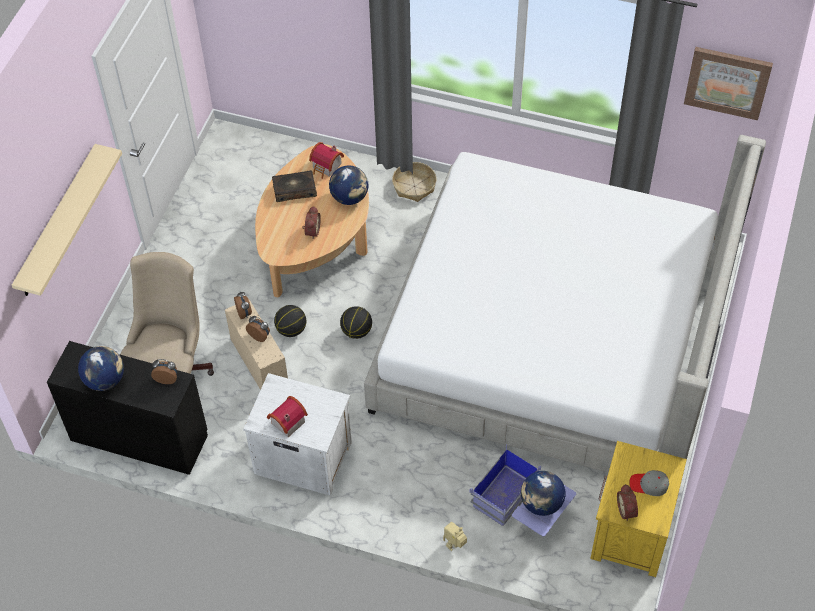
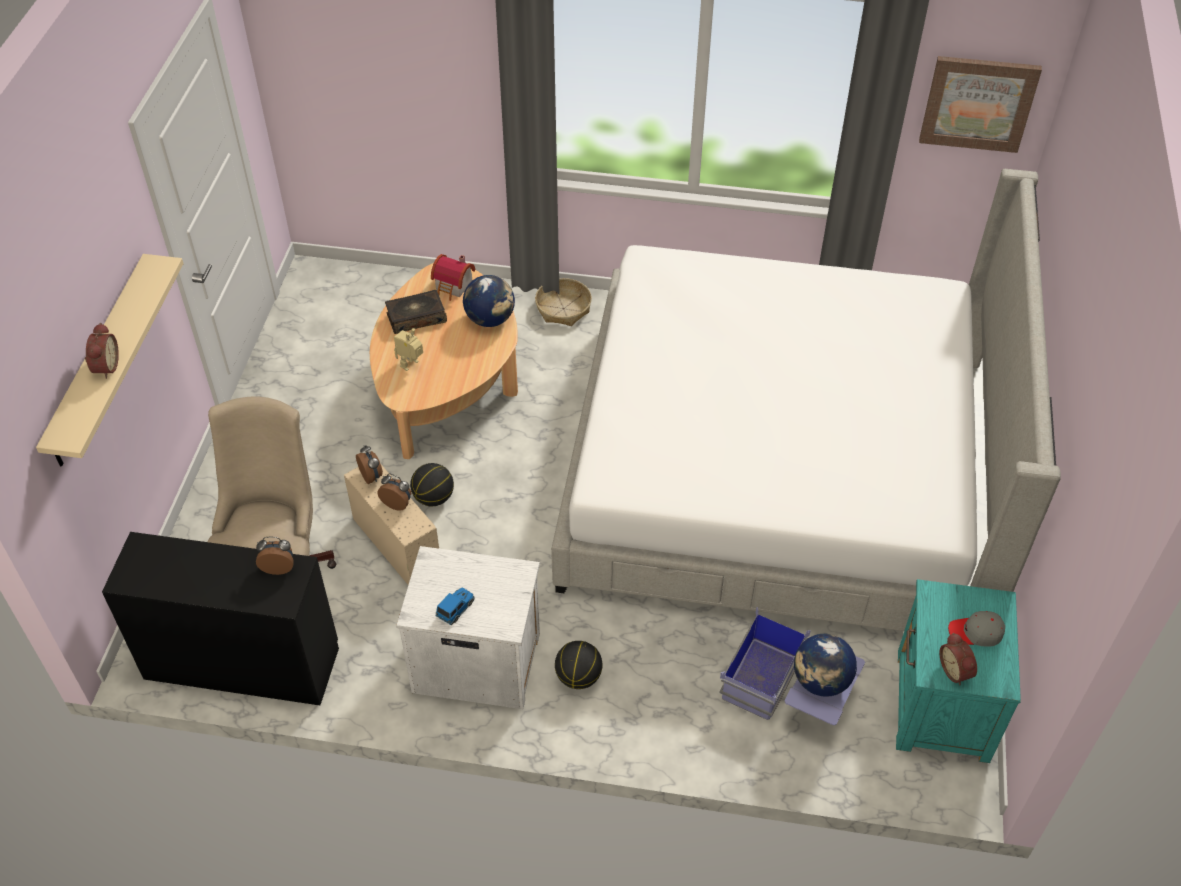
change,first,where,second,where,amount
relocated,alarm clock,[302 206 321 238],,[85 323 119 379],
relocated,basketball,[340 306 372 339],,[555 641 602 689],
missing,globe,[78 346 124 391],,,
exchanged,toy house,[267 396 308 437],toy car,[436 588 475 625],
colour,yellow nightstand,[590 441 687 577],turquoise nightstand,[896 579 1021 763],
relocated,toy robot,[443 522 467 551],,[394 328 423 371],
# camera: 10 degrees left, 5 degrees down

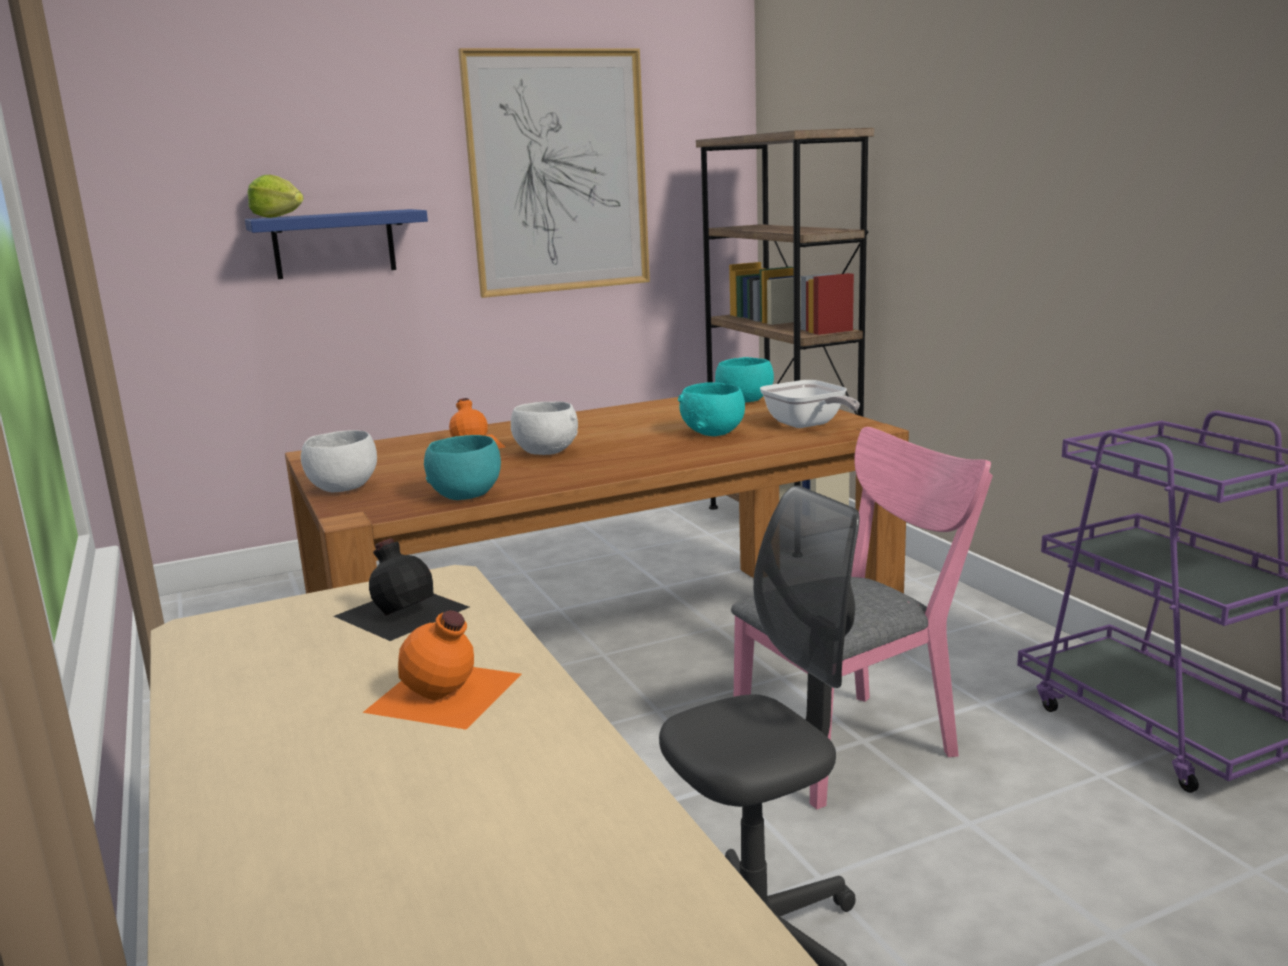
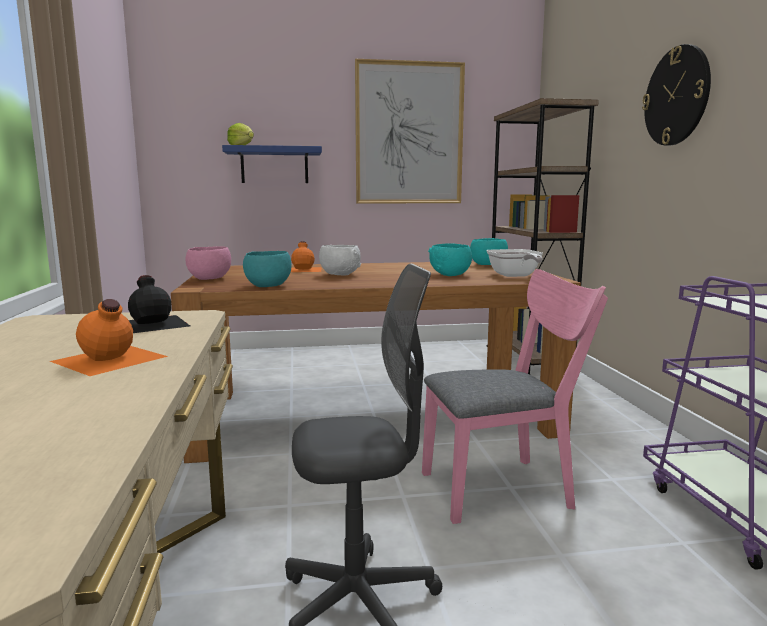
change,first,where,second,where,amount
colour,white bowl,[301 430 377 493],pink bowl,[185 246 231 280],
appeared,,,wall clock,[642 44 711 146],
# camera: 15 degrees right, 5 degrees down

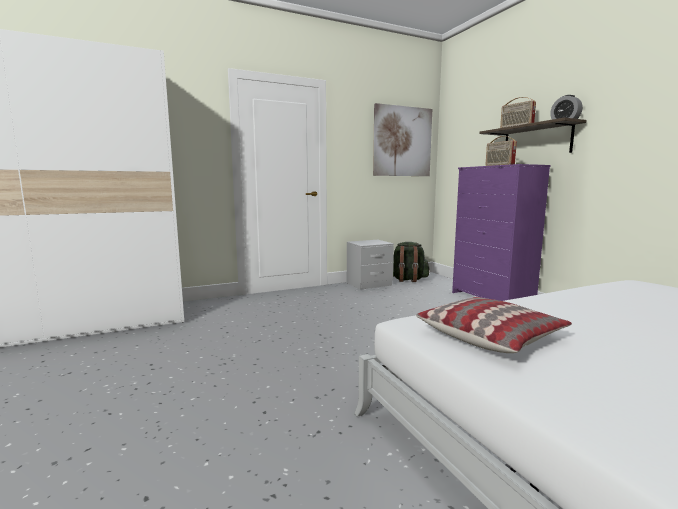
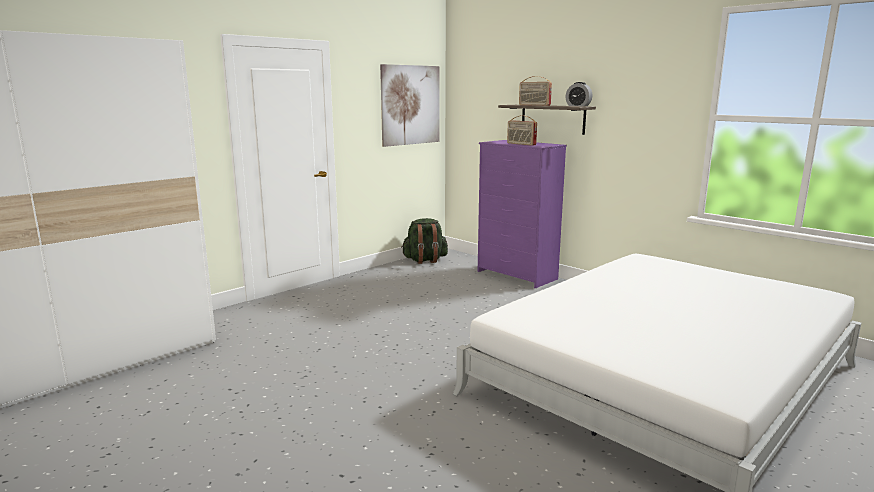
change,first,where,second,where,amount
missing,grey nightstand,[347 240 394 290],,,
missing,pillow,[416 297 572 353],,,
# camera: 20 degrees left, 5 degrees up

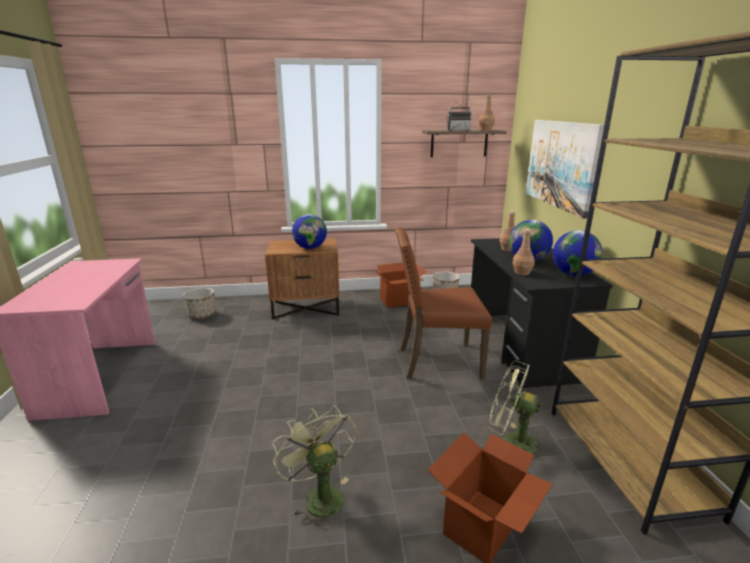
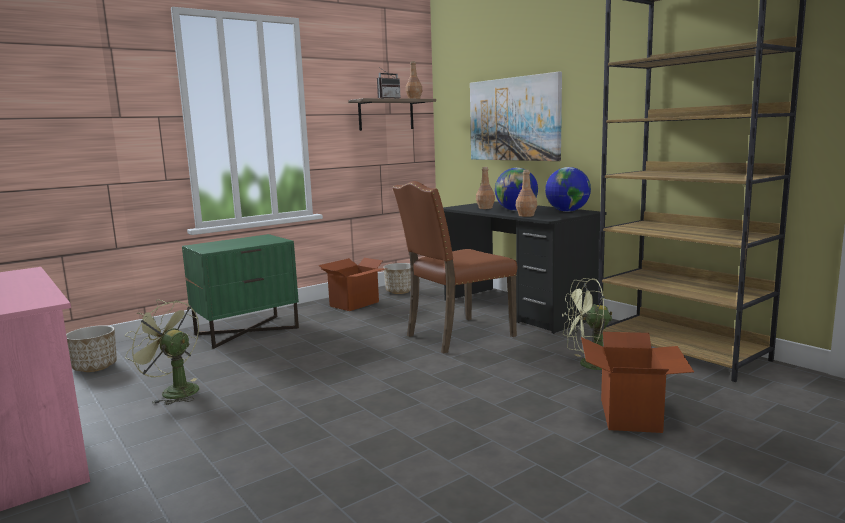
change,first,where,second,where,amount
missing,globe,[292 214 327 249],,,
colour,brown nightstand,[265 238 339 319],green nightstand,[182 234 299 349],
relocated,green fan,[272 405 356 530],,[124 300 199 405],
# camera: 30 degrees left, 10 degrees down

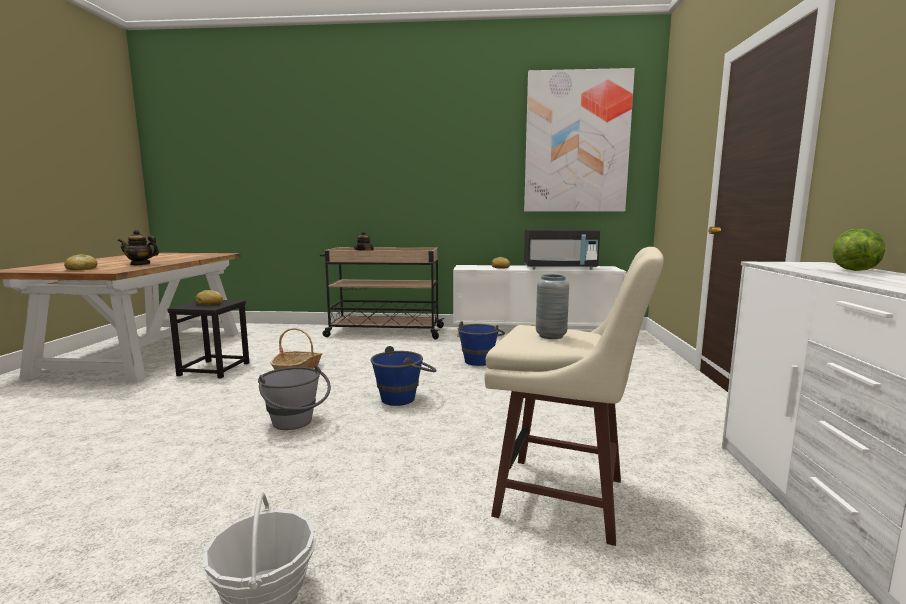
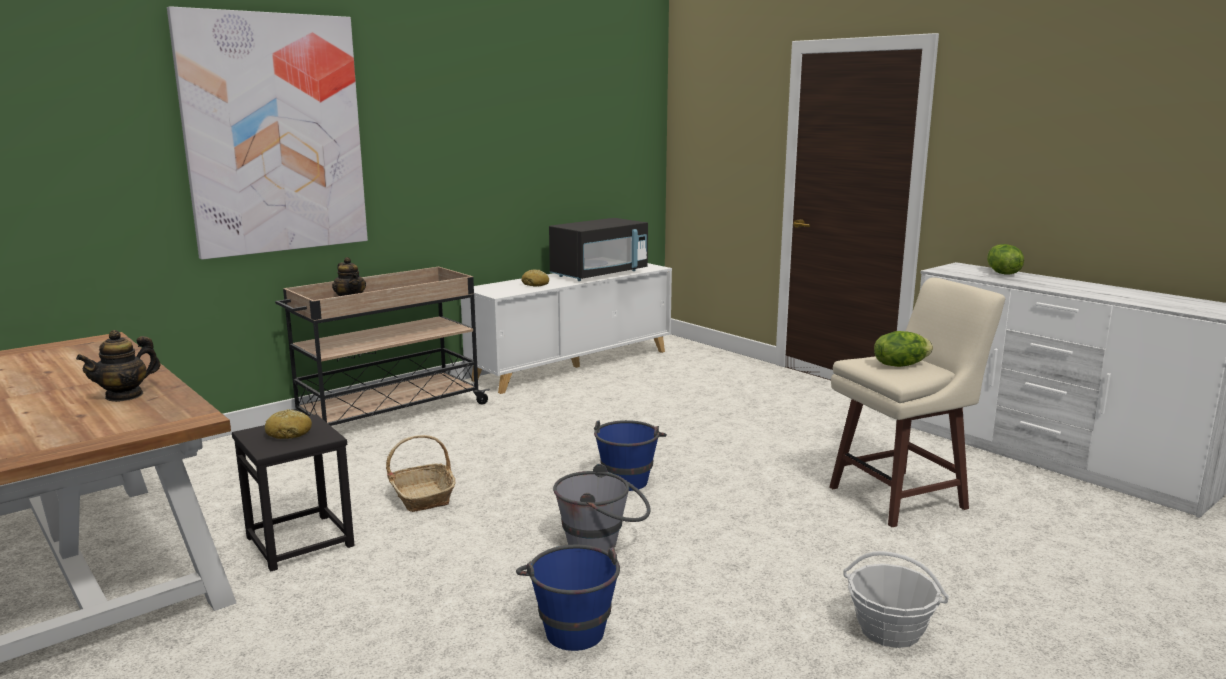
change,first,where,second,where,amount
relocated,picture,[524 68 635 211],,[167 6 368 260],
missing,bread,[64 254 98 270],,,
exchanged,grey vase,[536 274 569 339],lettuce,[874 331 933 367],
relocated,blue bucket,[458 321 505 366],,[516 545 620 651],
# camera: 45 degrees left, 5 degrees up

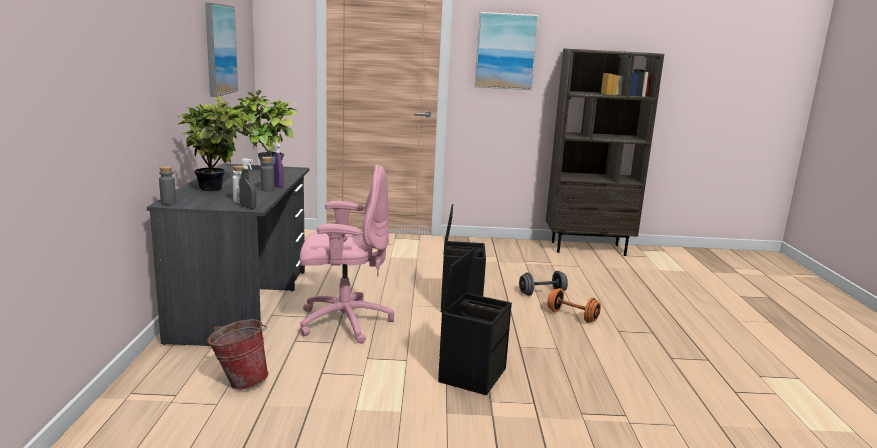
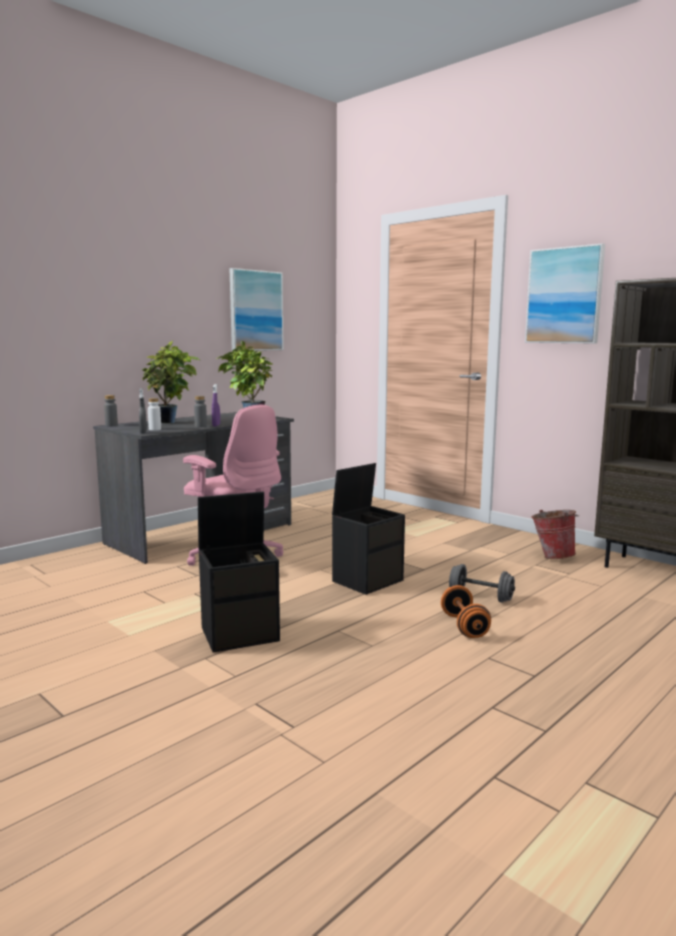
change,first,where,second,where,amount
relocated,bucket,[207 319 269 390],,[532 510 579 559],
# camera: 45 degrees right, 5 degrees down

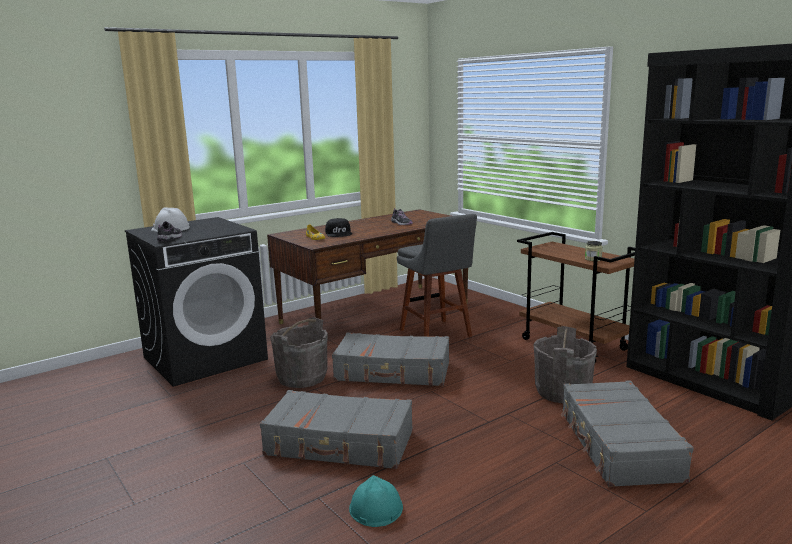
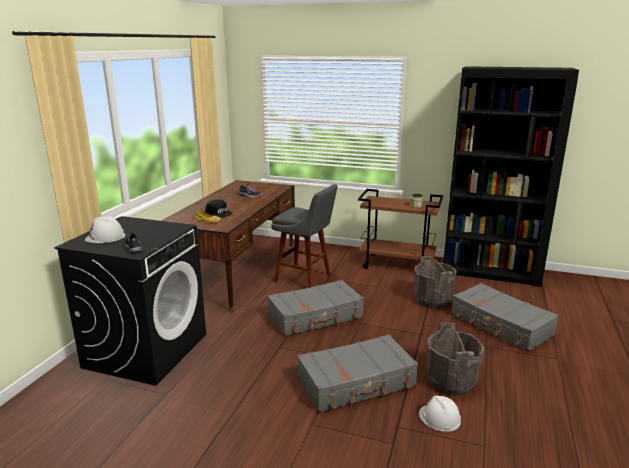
change,first,where,second,where,amount
relocated,grey bucket,[270 317 328 388],,[427 322 484 396],
colour,turquoise hard hat,[349 475 403 527],white hard hat,[419 395 461 432],
# camera: 35 degrees left, 5 degrees up

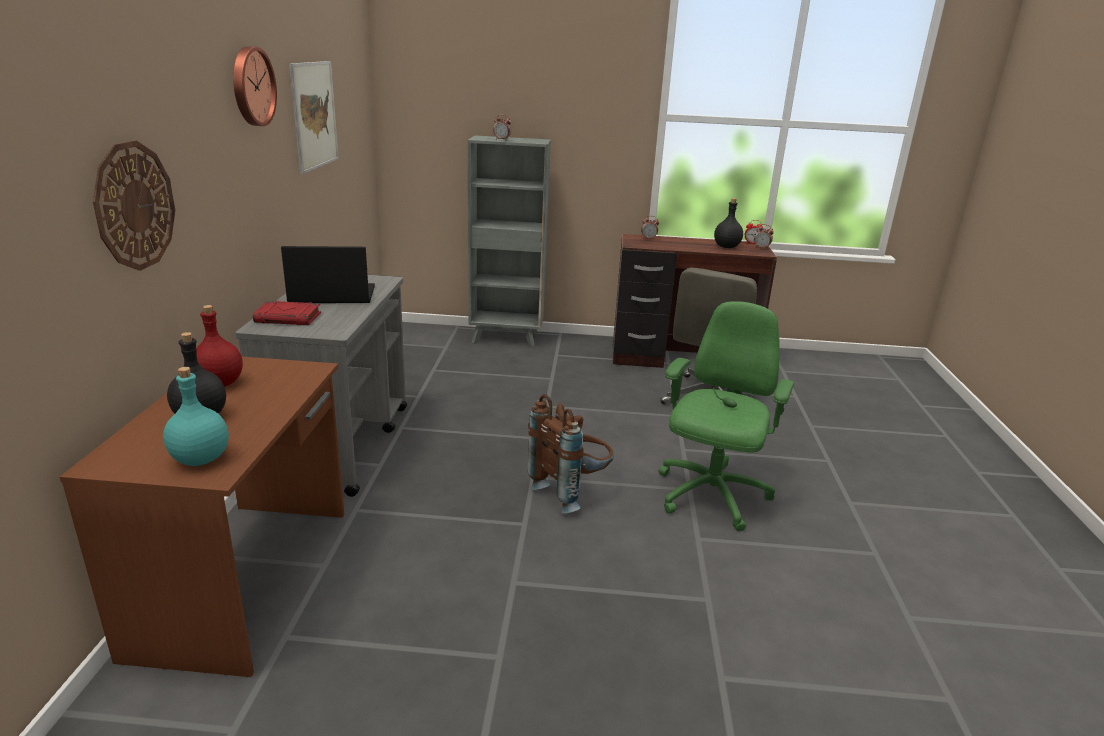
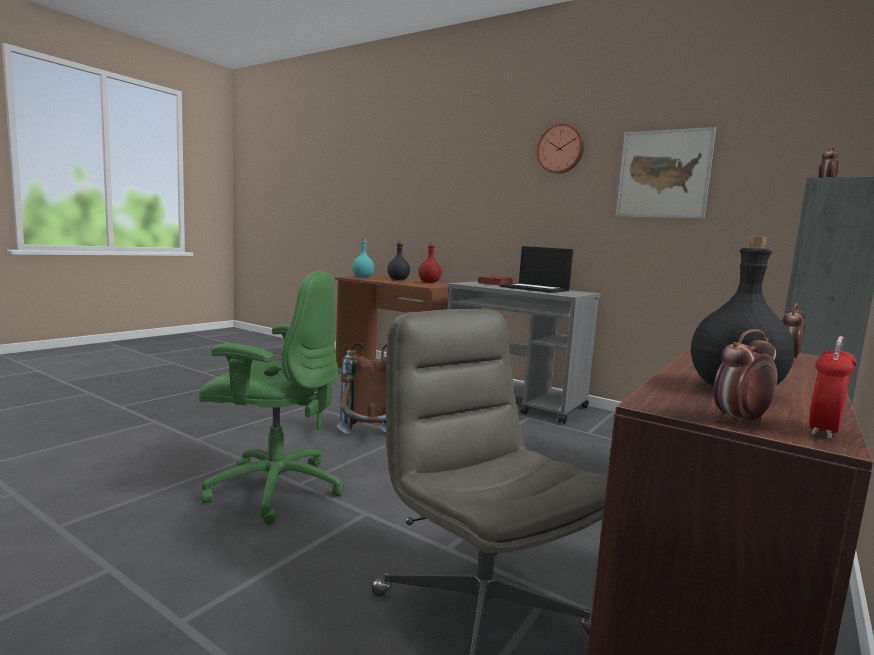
change,first,where,second,where,amount
missing,wall clock,[93 140 175 271],,,
spun,laptop,[281 246 375 303],,[500 246 573 293],105 degrees clockwise
spun,green office chair,[658 301 794 531],,[199 270 344 525],45 degrees counterclockwise
# camera: 120 degrees right, 15 degrees down

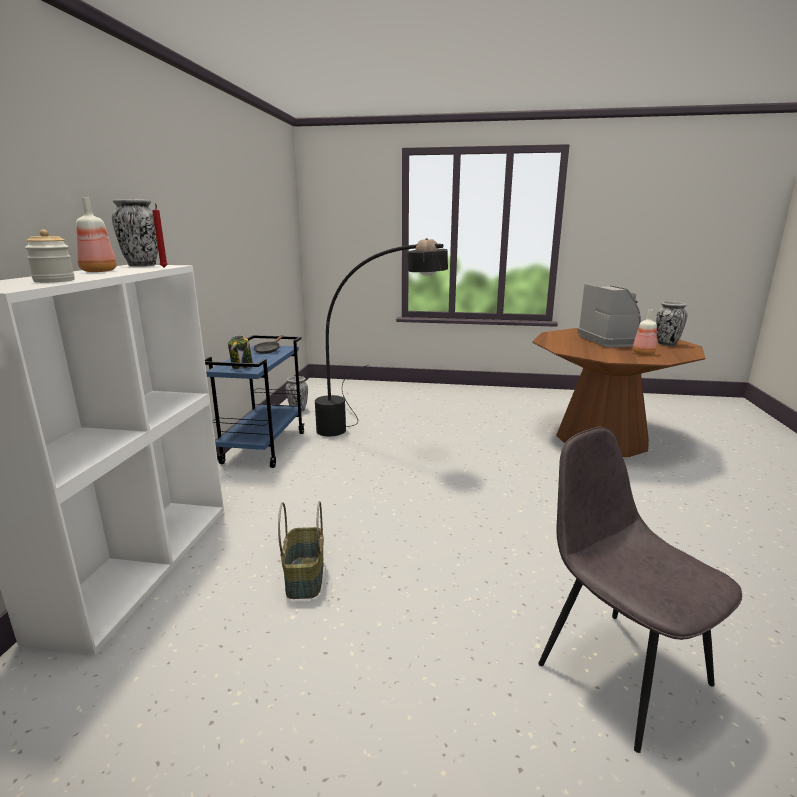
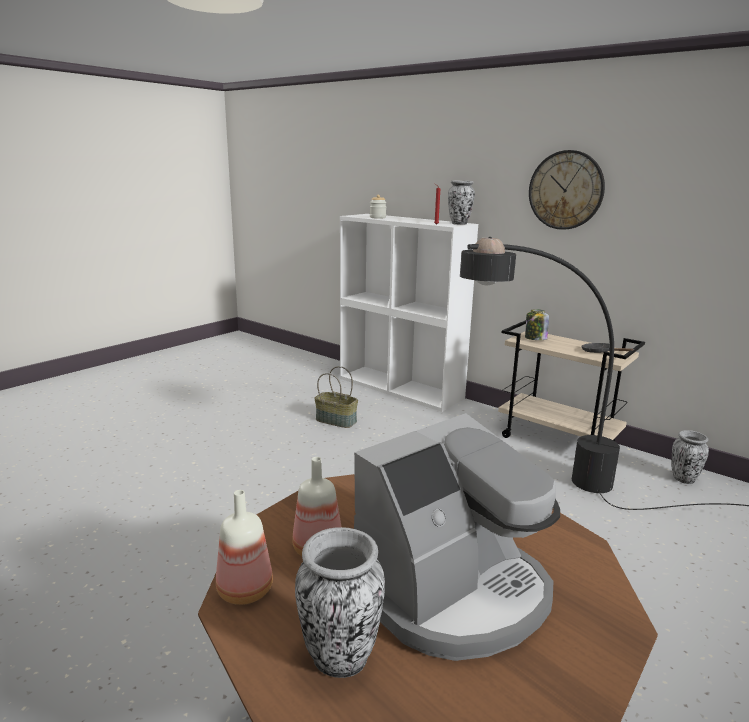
change,first,where,second,where,amount
relocated,bottle,[76 197 117 272],,[216 490 273 605],
spun,coffee machine,[577 284 641 348],,[354 413 560 661],60 degrees counterclockwise
colour,blue cart,[205 335 304 468],beige cart,[498 320 645 441],
missing,grey chair,[538 427 742 753],,,
appeared,,,wall clock,[529 150 605 230],
# camera: 120 degrees right, 0 degrees up

